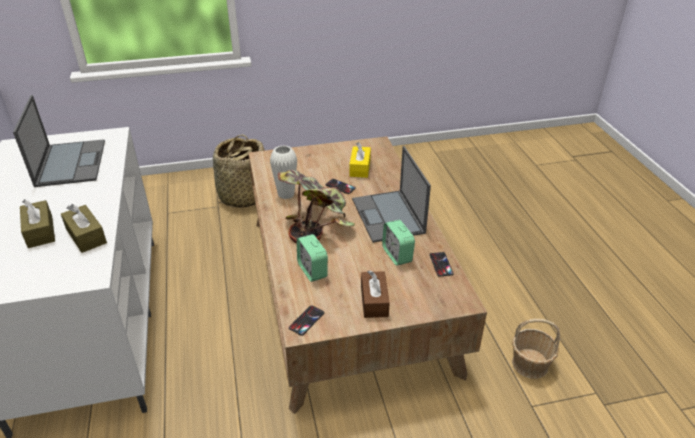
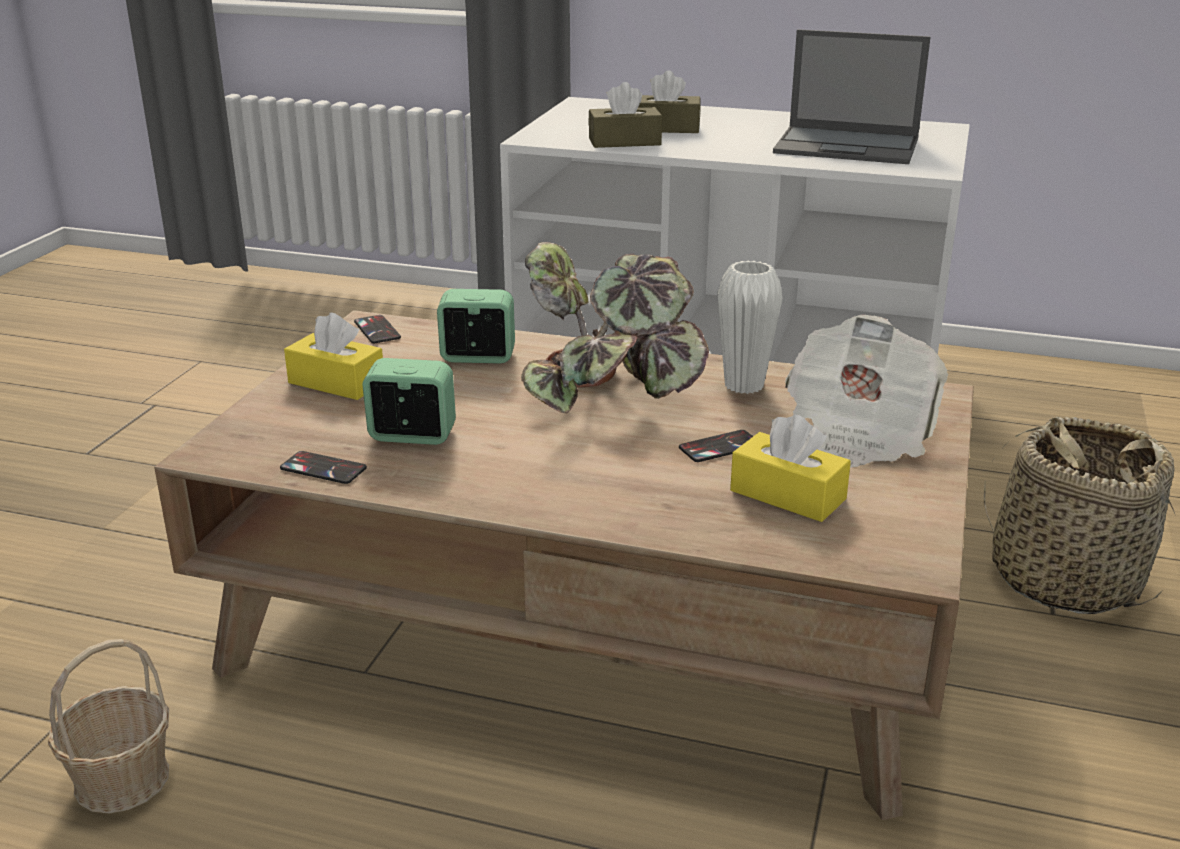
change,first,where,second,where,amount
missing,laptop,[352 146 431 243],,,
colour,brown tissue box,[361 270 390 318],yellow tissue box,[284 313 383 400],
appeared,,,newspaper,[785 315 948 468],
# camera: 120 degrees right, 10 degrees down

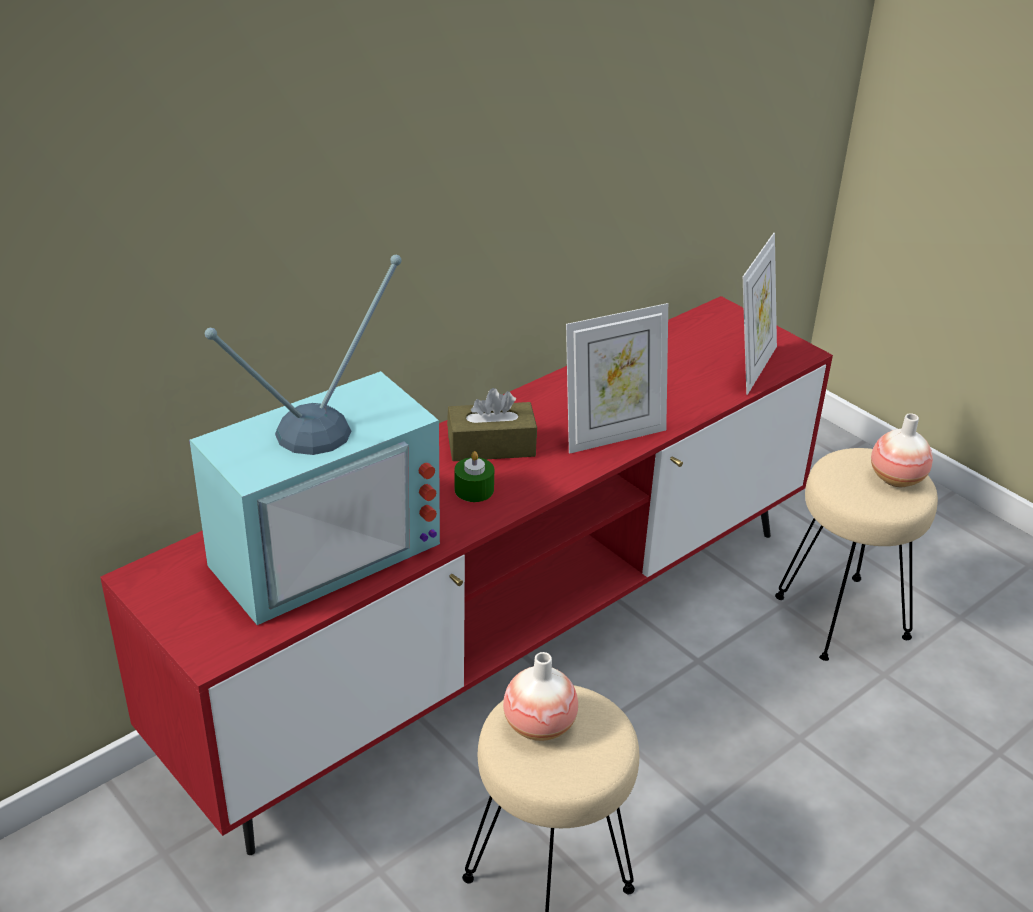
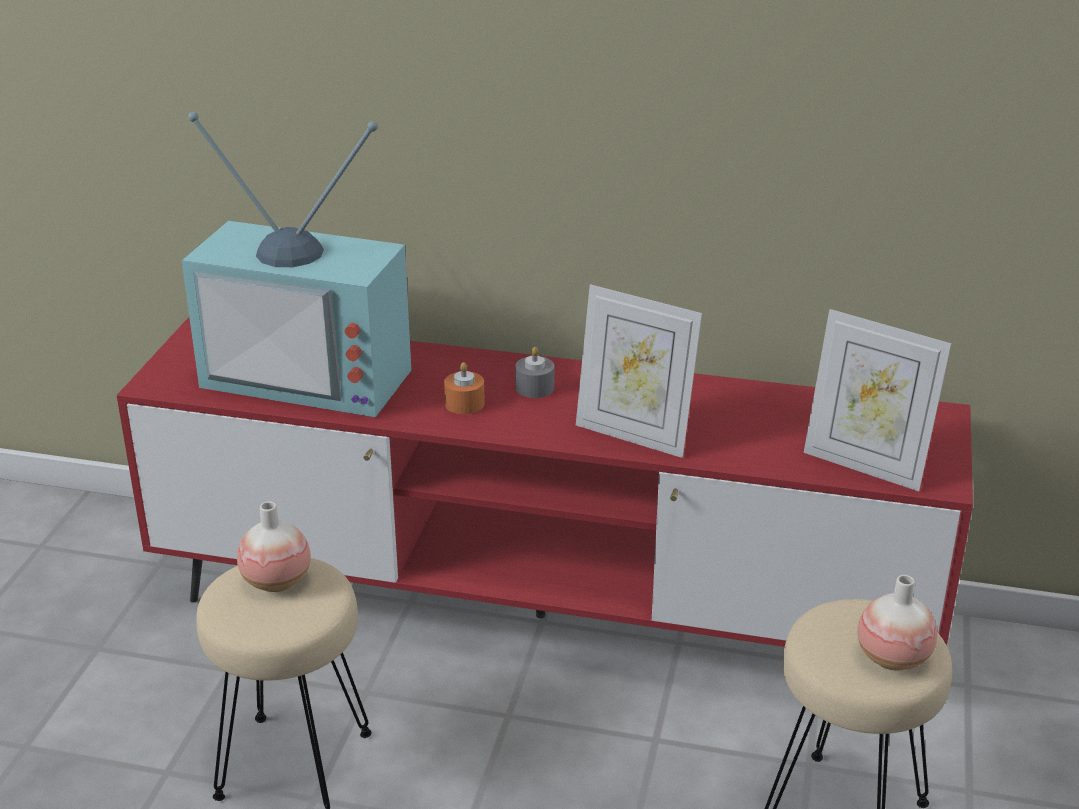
change,first,where,second,where,amount
spun,picture frame,[743 233 777 395],,[804 309 951 491],45 degrees clockwise
exchanged,brown tissue box,[447 388 537 461],grey candle,[515 347 554 398],
colour,green candle,[455 451 494 502],orange candle,[444 362 485 414],
# camera: 55 degrees right, 5 degrees down

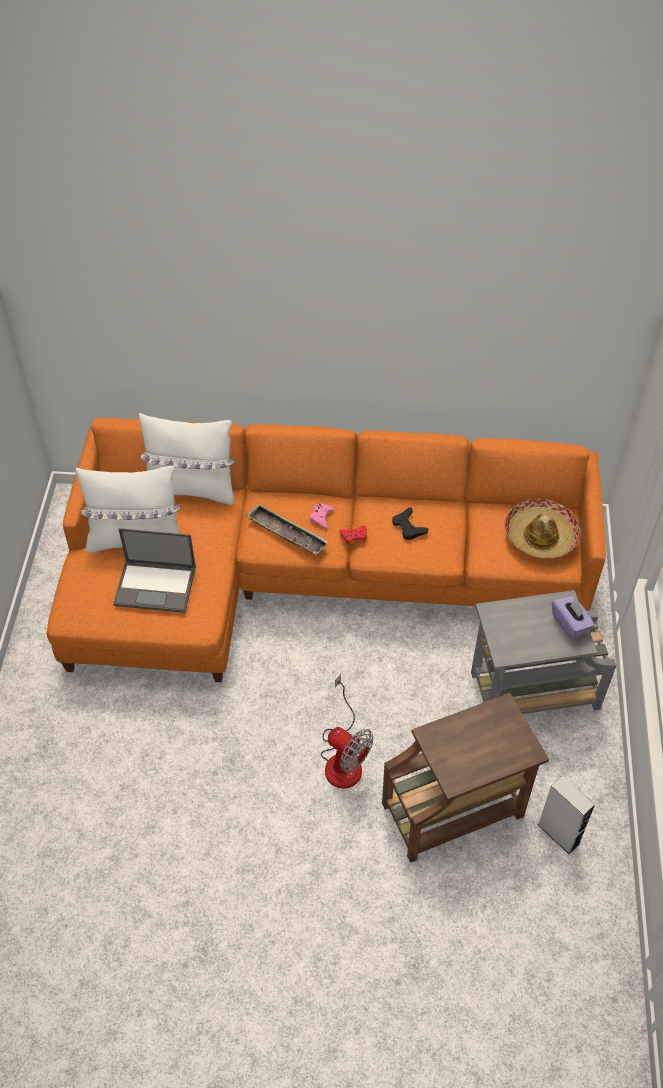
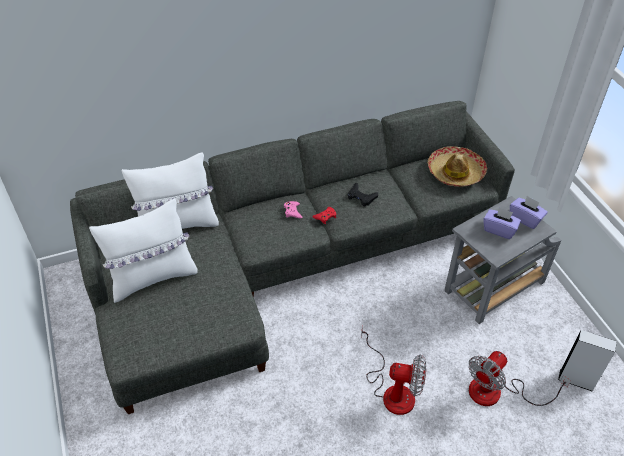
change,first,where,second,where,amount
colour,orange sofa,[47 418 606 682],grey sofa,[70 101 515 414],
missing,tray,[246 503 329 555],,,
missing,laptop,[113 528 196 613],,,
exchanged,brown side table,[382 693 549 863],fan,[468 351 571 406],
appeared,,,purple tissue box,[483 207 521 239],
# camera: 25 degrees left, 5 degrees down

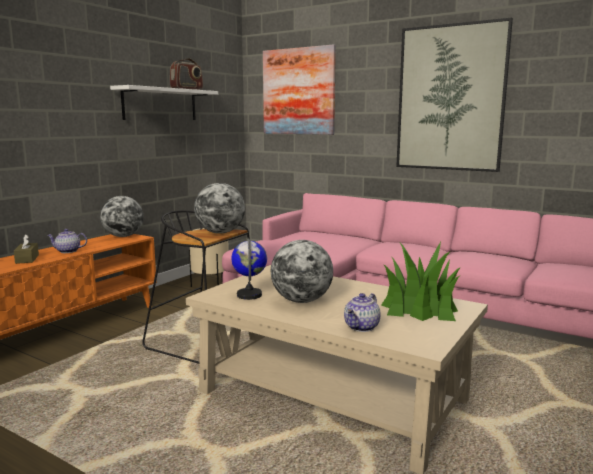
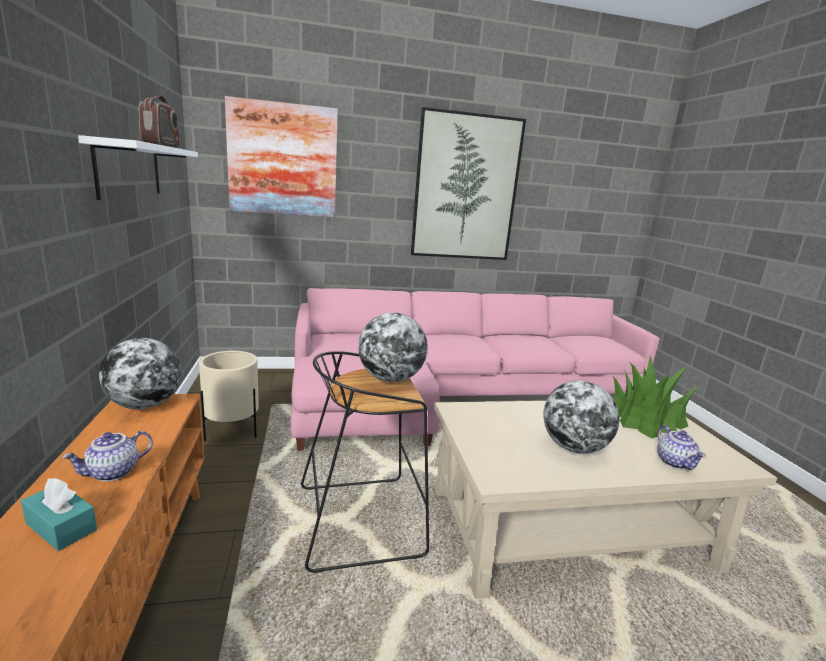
change,first,where,second,where,amount
colour,brown tissue box,[14 234 39 264],turquoise tissue box,[21 478 97 551],
missing,globe,[231 239 267 300],,,
# camera: 45 degrees left, 5 degrees up

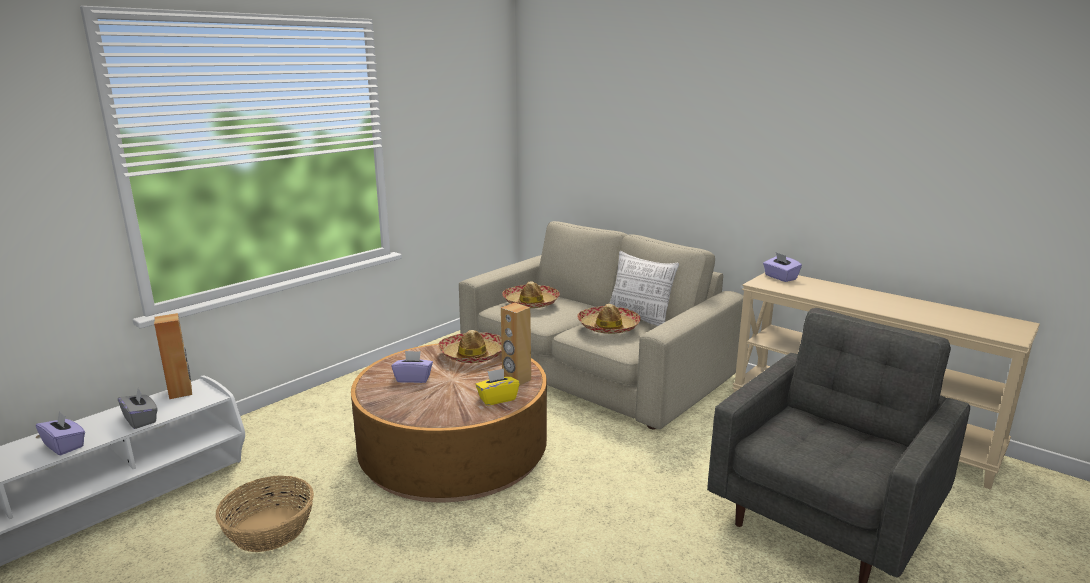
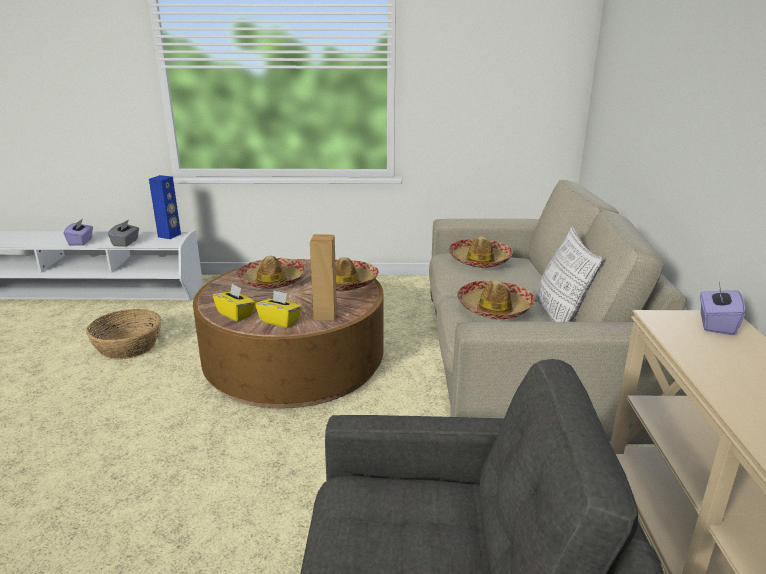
change,first,where,second,where,amount
colour,brown speaker,[154 313 192 399],blue speaker,[149 175 181 239],
exchanged,purple tissue box,[392 351 433 383],hat,[236 256 305 289],
appeared,,,yellow tissue box,[213 284 256 322],
# camera: 50 degrees right, 5 degrees up

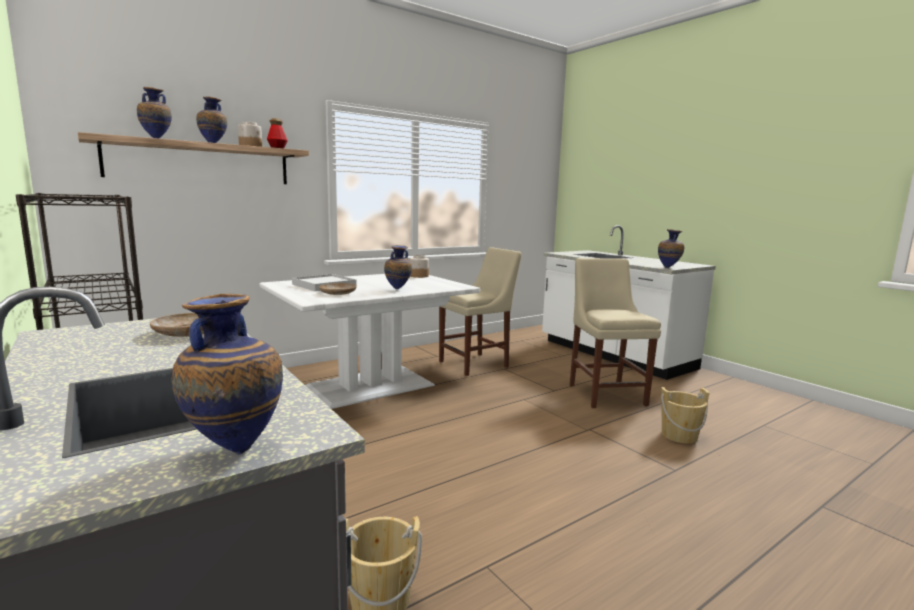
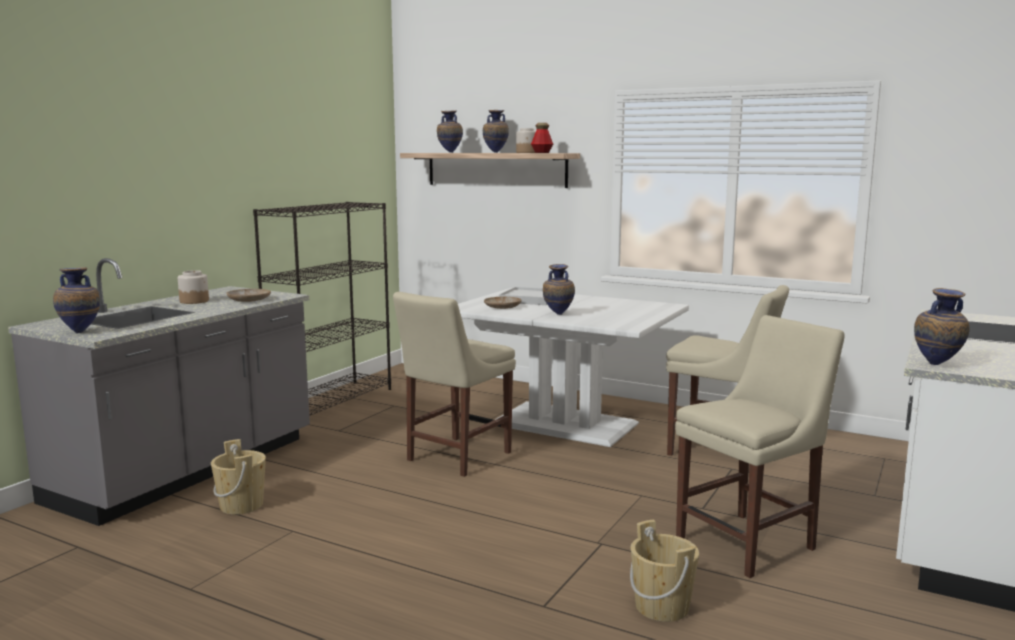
change,first,where,second,where,amount
relocated,jar,[410 255 429 278],,[178 270 209 304],
appeared,,,beige chair,[393 292 516 477],
# camera: 65 degrees right, 0 degrees up

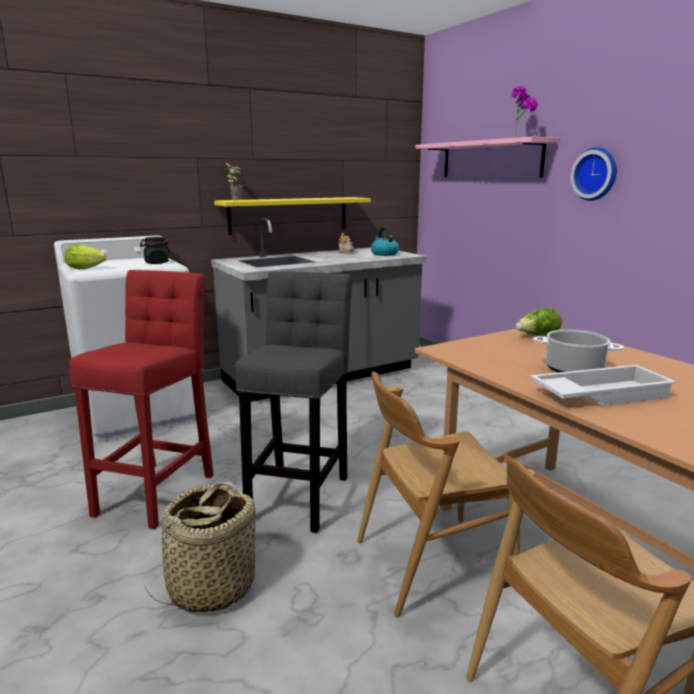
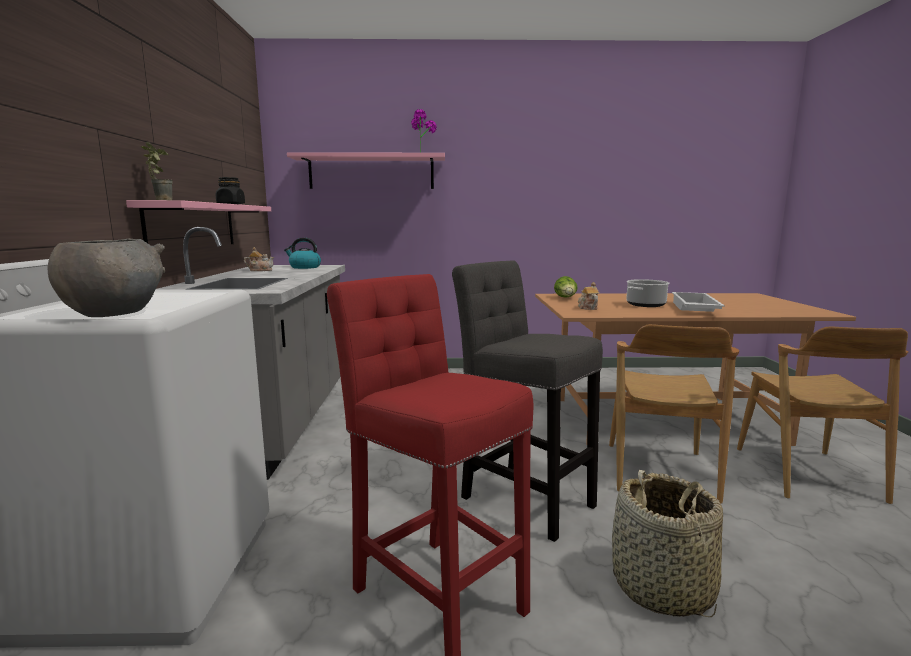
change,first,where,second,where,amount
missing,wall clock,[570 147 617 201],,,
colour,yellow shelf,[214 197 371 235],pink shelf,[126 200 271 244],
relocated,black jar,[140 237 170 264],,[216 177 245 204],
exchanged,lettuce,[65 245 107 269],grey bowl,[47 238 165 317],
appeared,,,teapot,[578 282 599 310],
# camera: 60 degrees left, 5 degrees down

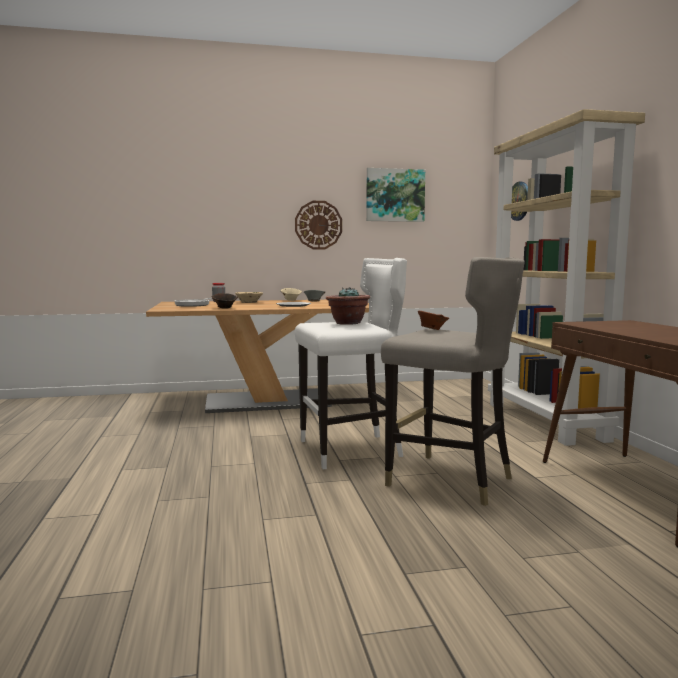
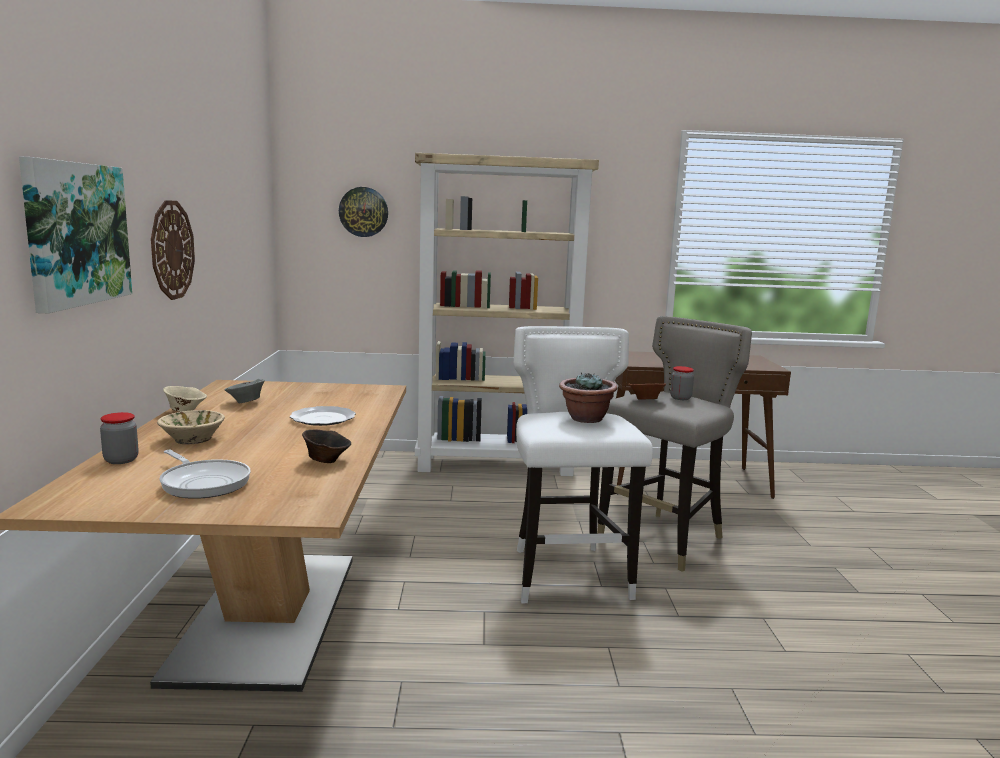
change,first,where,second,where,amount
relocated,picture,[366 168 425 222],,[19 156 132 313],
appeared,,,jar,[670 366 694 400],
# camera: 80 degrees left, 5 degrees up

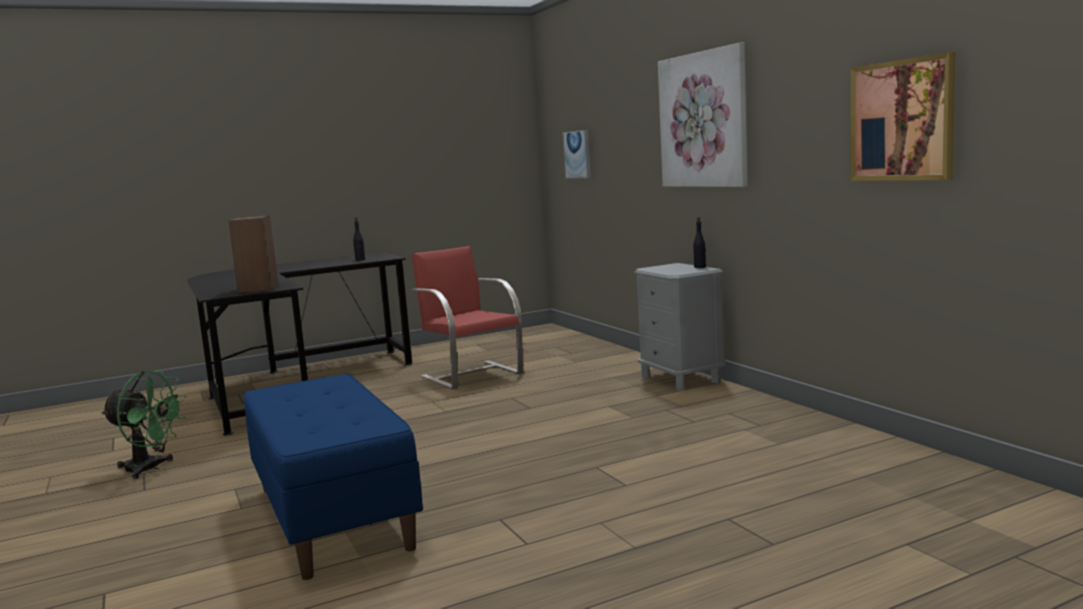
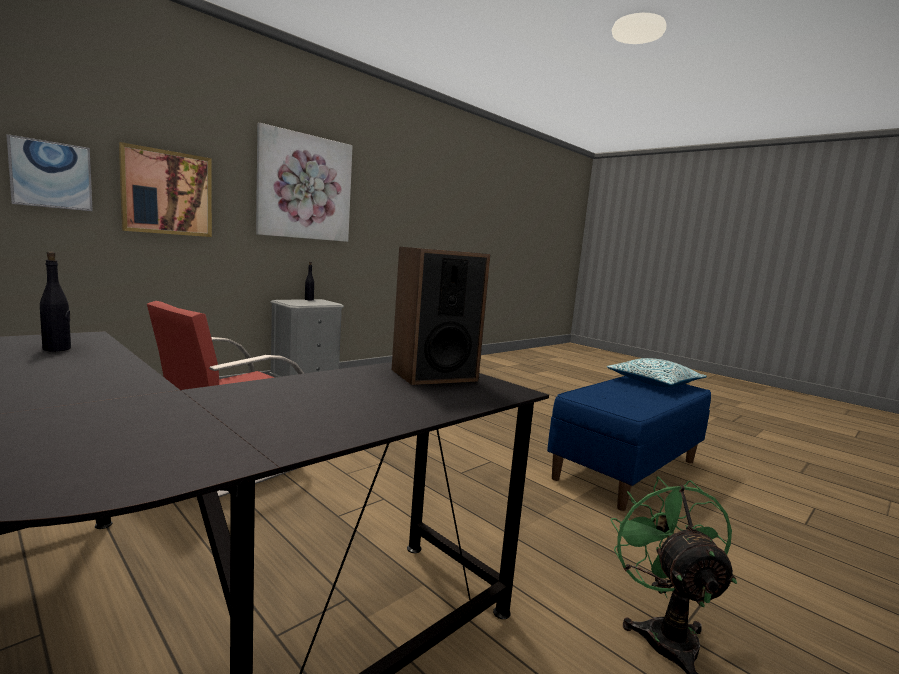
change,first,where,second,where,amount
relocated,picture,[850 52 955 181],,[119 142 212 237],
appeared,,,pillow,[607 358 707 387],
# camera: 110 degrees left, 0 degrees up

